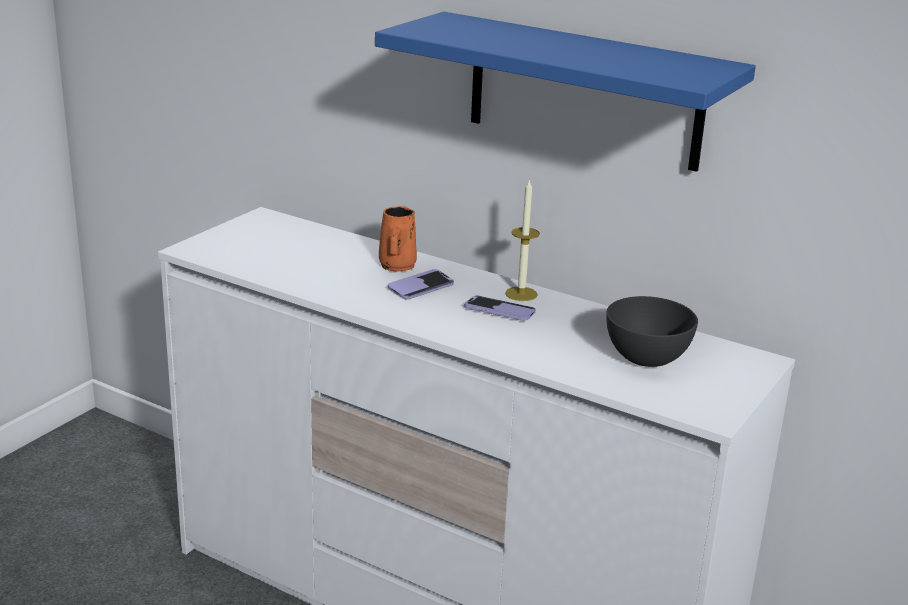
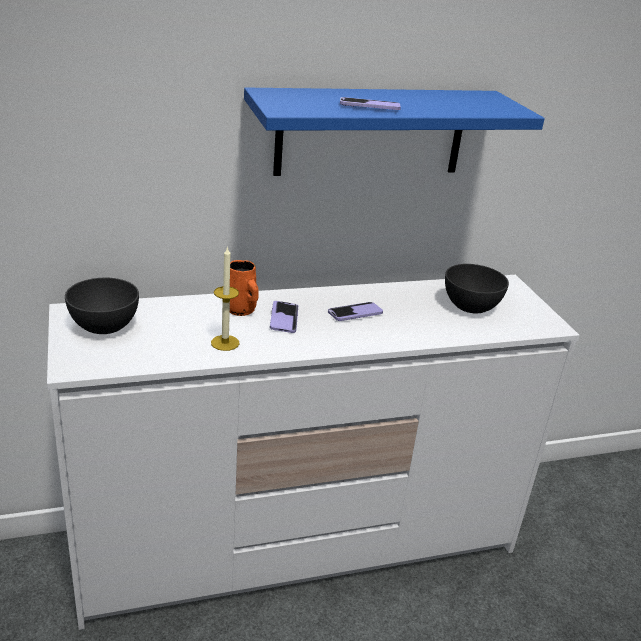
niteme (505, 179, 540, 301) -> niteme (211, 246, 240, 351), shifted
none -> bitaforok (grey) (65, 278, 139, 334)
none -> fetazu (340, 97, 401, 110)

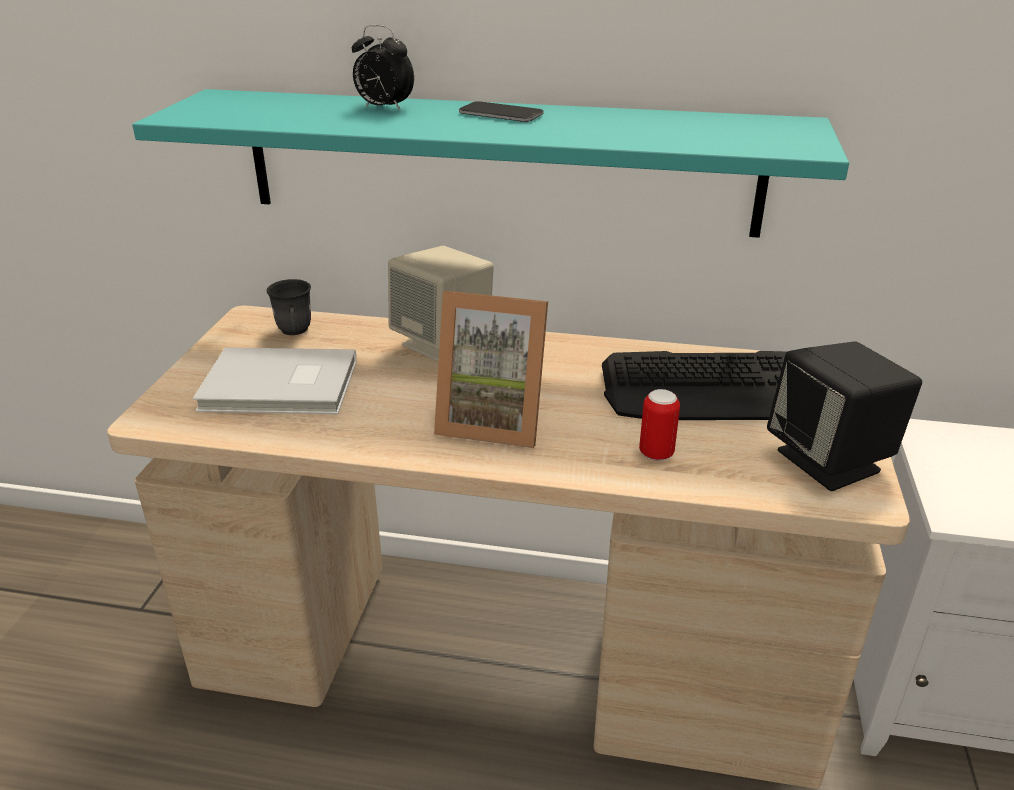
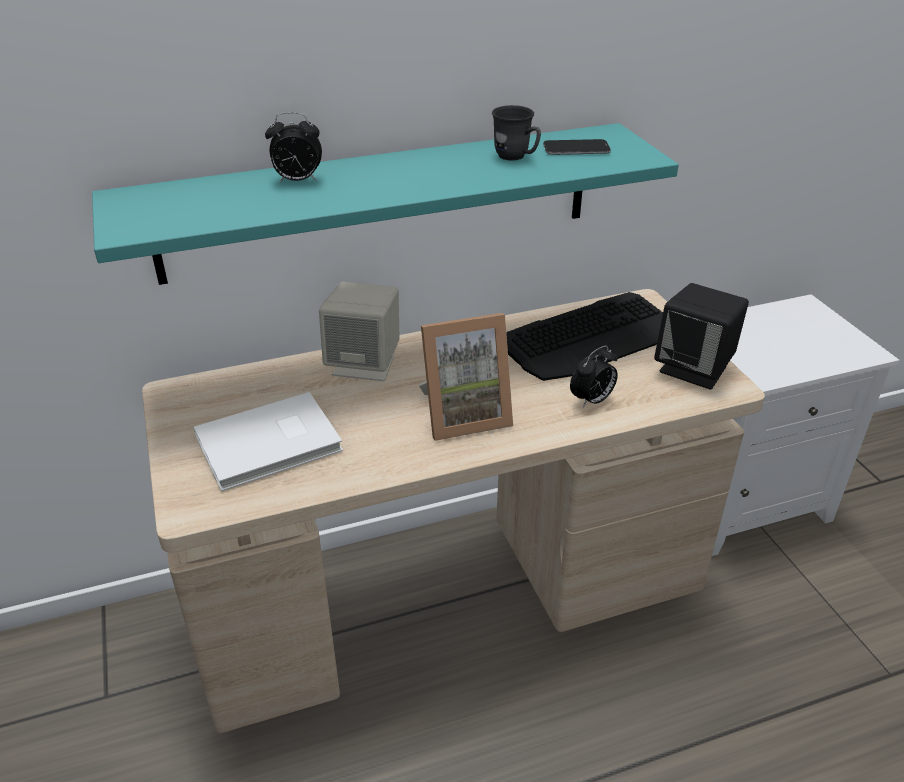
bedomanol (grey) (267, 279, 311, 335) -> bedomanol (grey) (492, 105, 541, 160), shifted
fetazu (459, 101, 544, 122) -> fetazu (543, 139, 611, 155), shifted
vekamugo (639, 389, 680, 461) -> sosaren (570, 346, 618, 407)

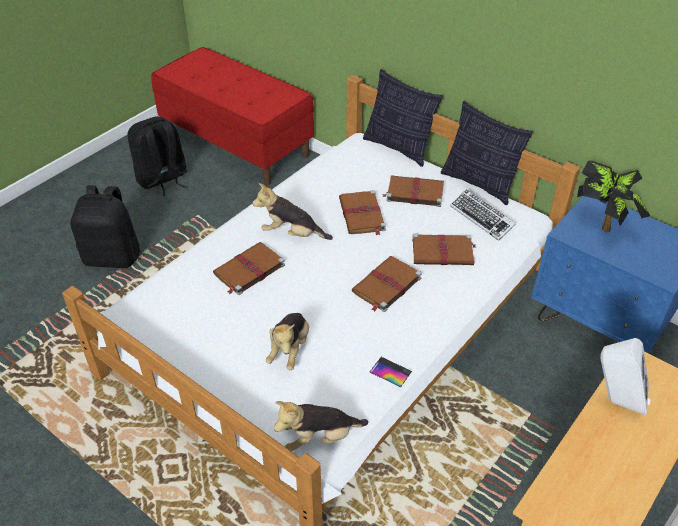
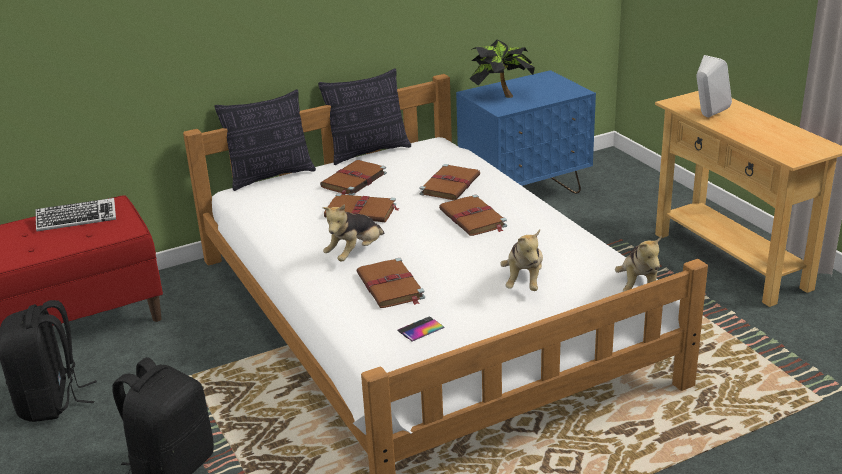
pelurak (266, 313, 309, 370) -> pelurak (500, 230, 543, 291), 60 degrees clockwise
fetazu (370, 357, 412, 387) -> fetazu (397, 316, 445, 341), shifted
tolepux (450, 189, 516, 241) -> tolepux (35, 198, 116, 231), shifted

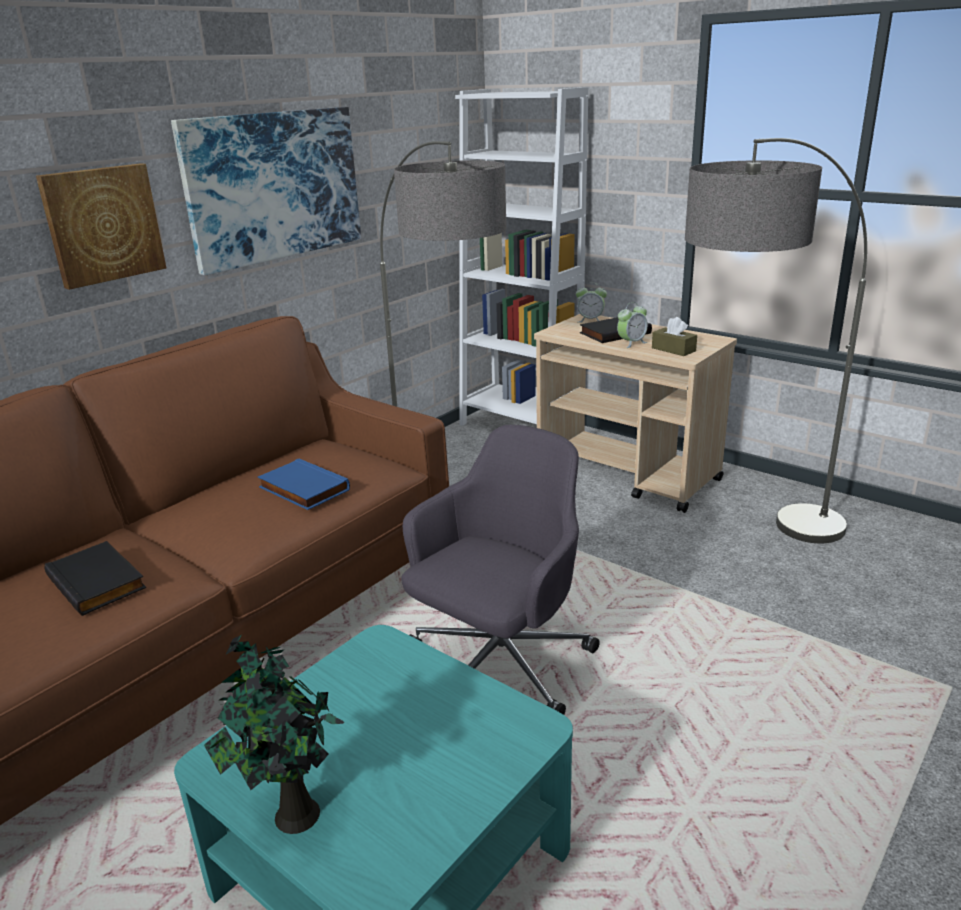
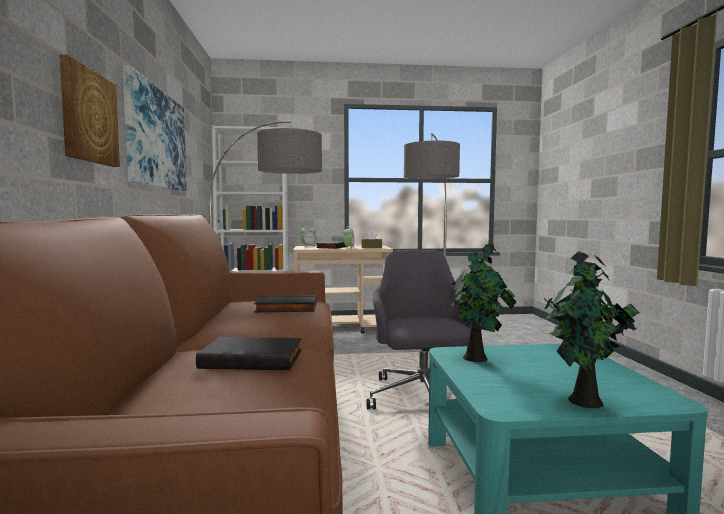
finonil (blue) (258, 458, 350, 510) -> finonil (black) (254, 295, 316, 312)
none -> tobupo (449, 244, 516, 362)

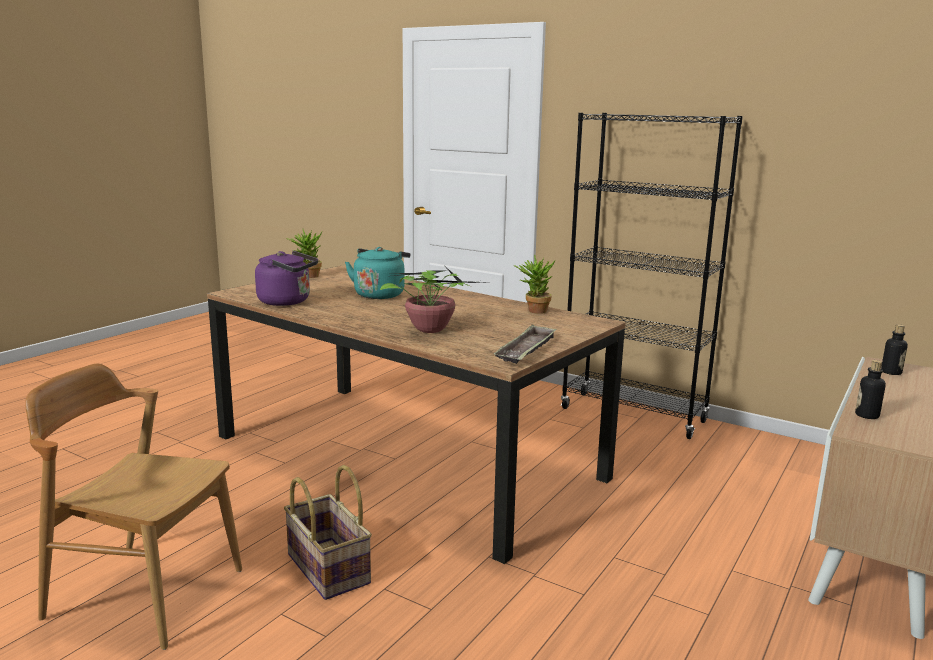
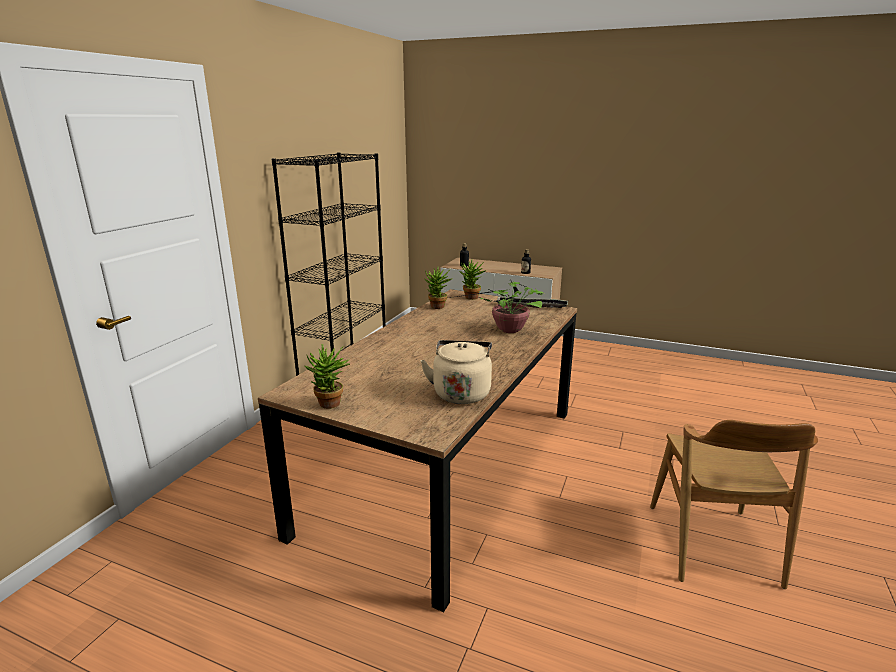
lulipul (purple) (255, 251, 318, 306) -> lulipul (beige) (420, 340, 492, 404)
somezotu (284, 465, 372, 600) -> none
lulipul (turquoise) (345, 247, 410, 299) -> none
none -> tobupo (460, 259, 486, 300)

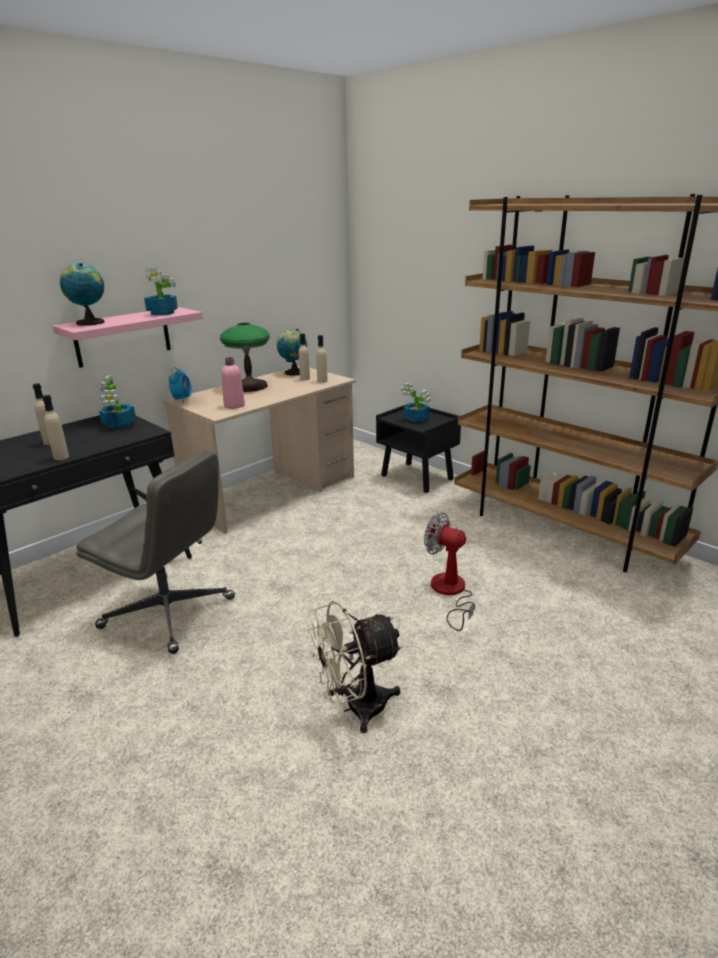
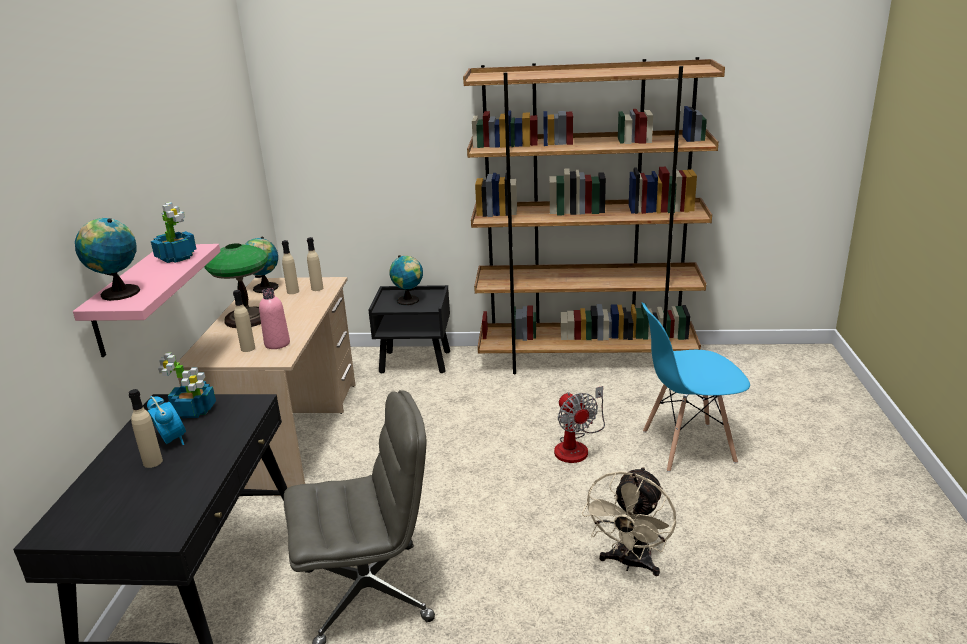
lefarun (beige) (42, 395, 69, 460) -> lefarun (beige) (233, 290, 255, 352), shifted
sosaren (169, 367, 192, 403) -> sosaren (147, 396, 186, 445), shifted
tobupo (401, 383, 431, 422) -> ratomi (389, 255, 423, 305)
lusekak (424, 512, 475, 631) -> lusekak (554, 386, 605, 463), 105 degrees counterclockwise
none -> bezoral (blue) (642, 302, 750, 472)

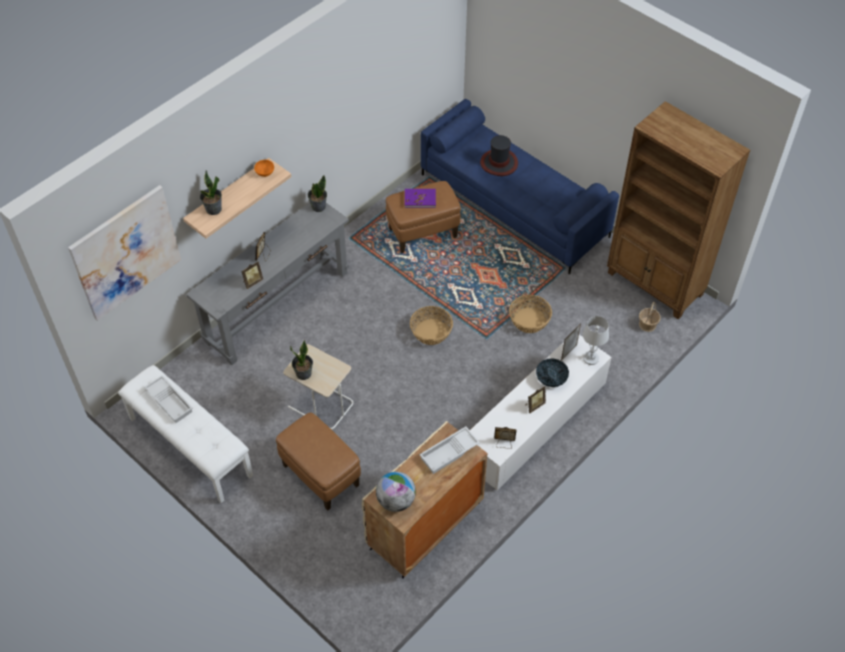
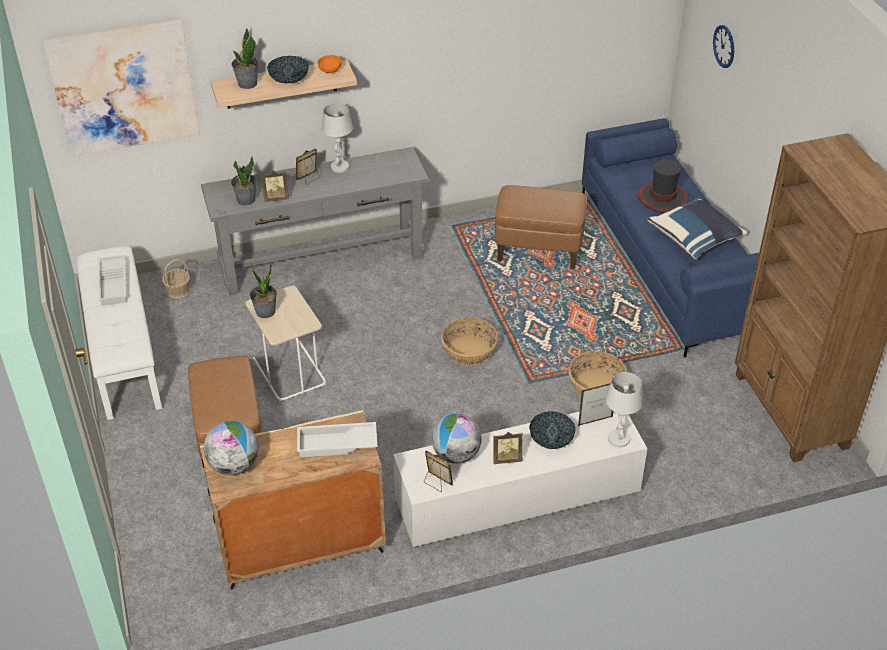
tobupo (308, 176, 327, 212) -> tobupo (231, 156, 257, 206), shifted
finonil (purple) (405, 189, 436, 208) -> none
somezotu (639, 302, 661, 332) -> somezotu (162, 259, 190, 299), shifted
none -> bitaforok (267, 56, 309, 84)
none -> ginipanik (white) (322, 103, 353, 173)
none -> ratomi (432, 414, 481, 464)
none -> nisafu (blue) (647, 197, 747, 259)
none -> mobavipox (713, 25, 734, 68)

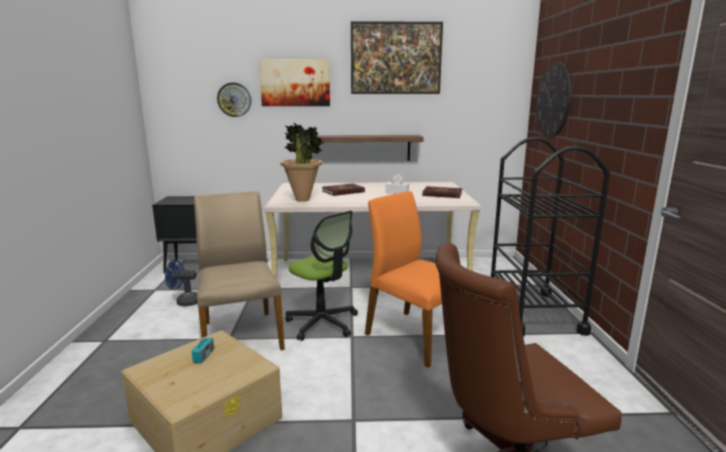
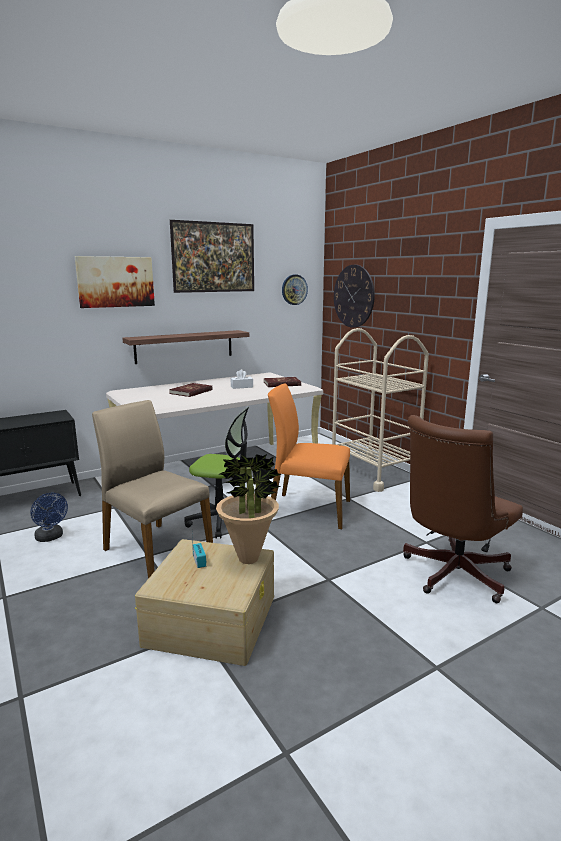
lusekak (blue) (165, 260, 197, 306) -> lusekak (blue) (31, 493, 68, 542), 105 degrees counterclockwise
mobavipox (217, 82, 251, 117) -> mobavipox (282, 275, 308, 305), shifted
tobupo (280, 122, 325, 202) -> tobupo (216, 454, 282, 564), shifted
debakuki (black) (491, 137, 610, 336) -> debakuki (beige) (332, 328, 429, 492)

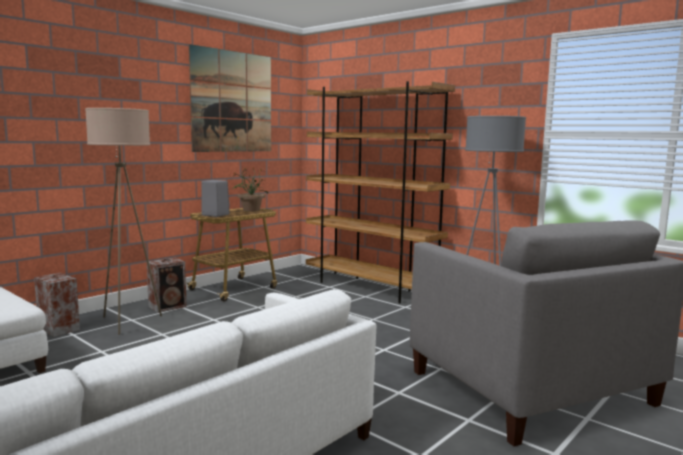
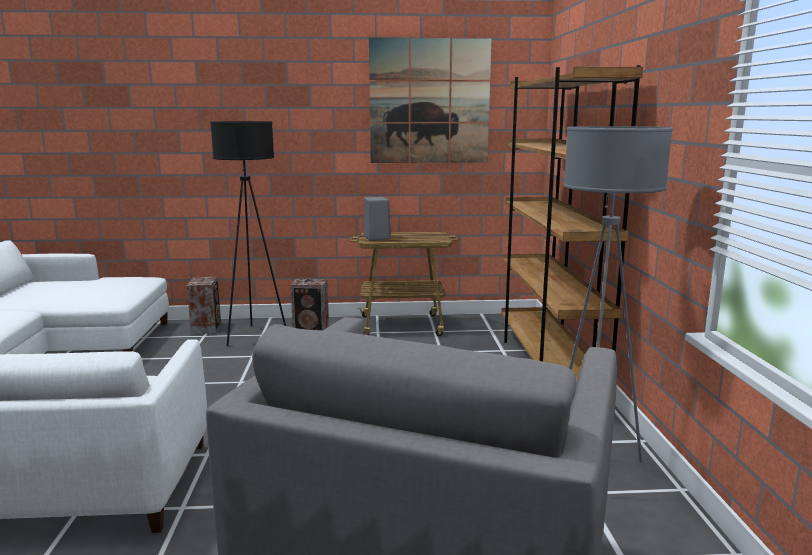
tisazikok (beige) (85, 108, 162, 335) -> tisazikok (black) (210, 121, 286, 346)
tobupo (233, 167, 268, 212) -> none

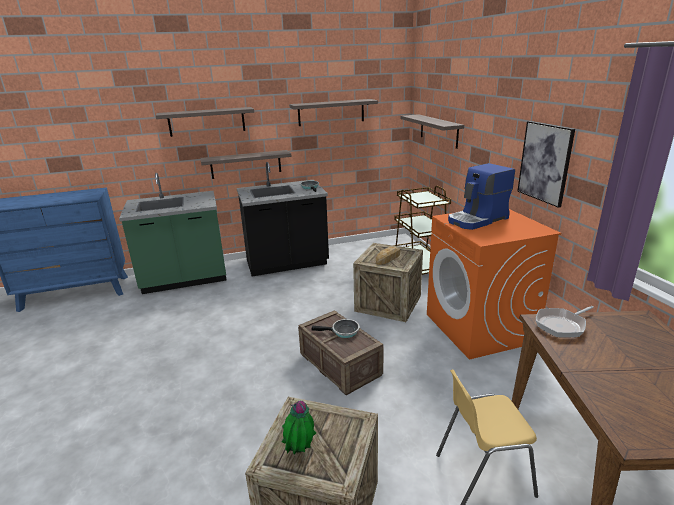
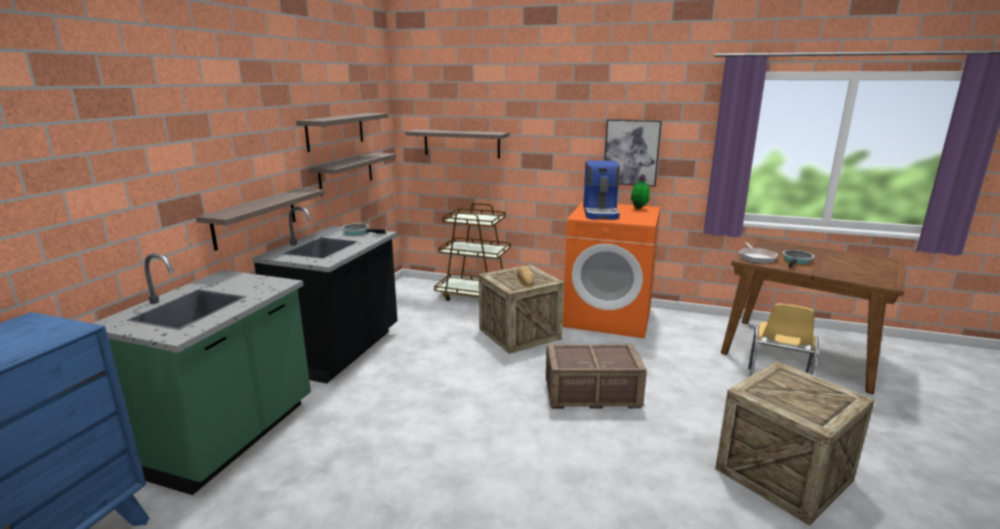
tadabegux (155, 107, 254, 137) -> tadabegux (310, 153, 396, 196), shifted
tobupo (282, 400, 316, 454) -> tobupo (631, 174, 650, 210), shifted
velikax (311, 319, 360, 338) -> velikax (783, 250, 814, 268), shifted

